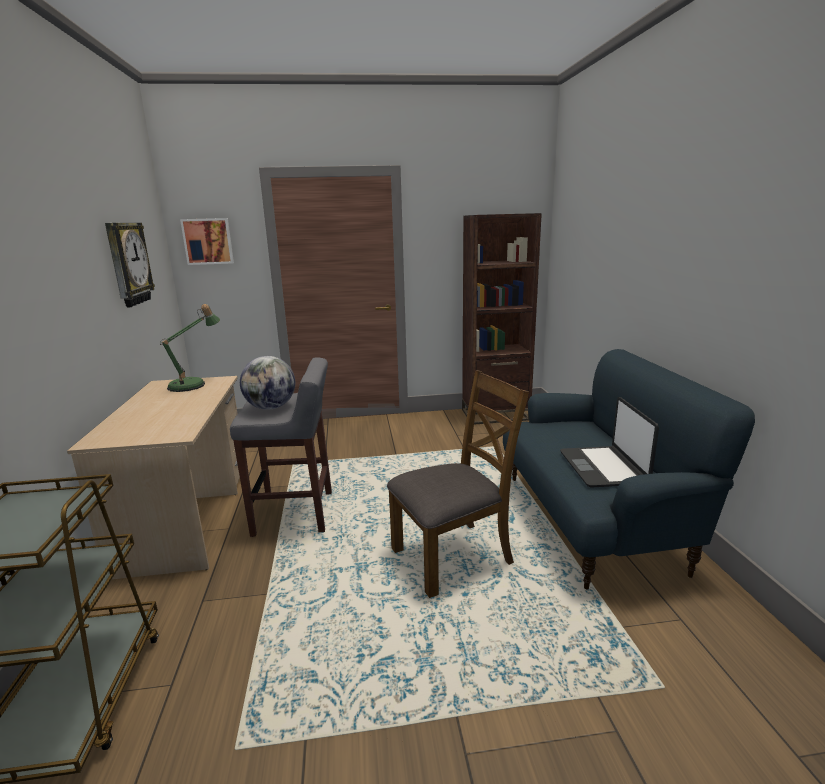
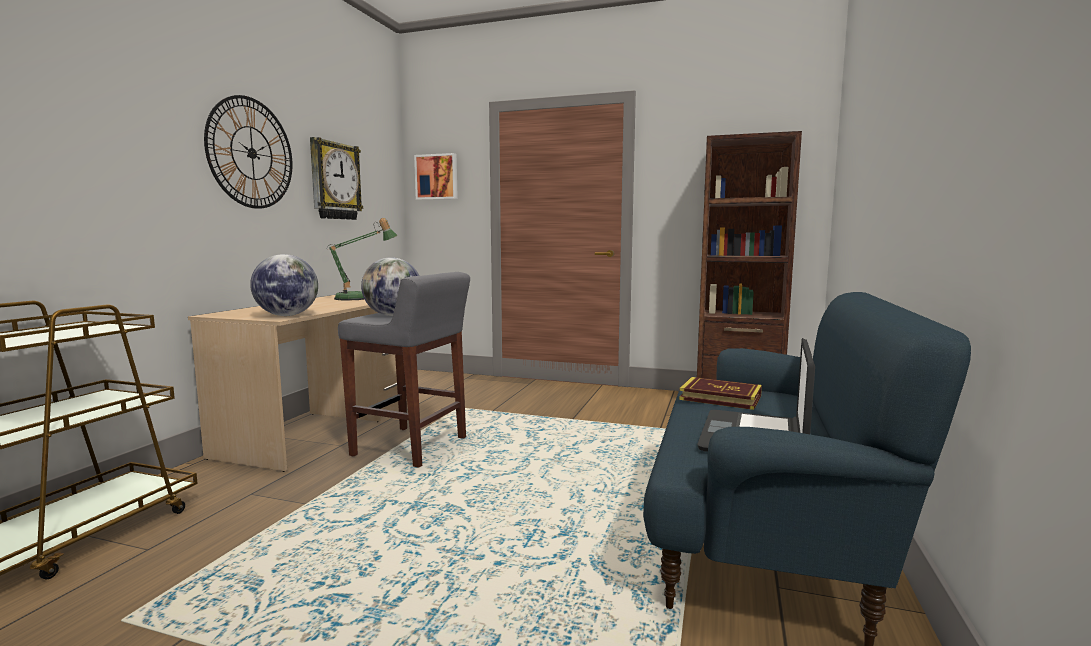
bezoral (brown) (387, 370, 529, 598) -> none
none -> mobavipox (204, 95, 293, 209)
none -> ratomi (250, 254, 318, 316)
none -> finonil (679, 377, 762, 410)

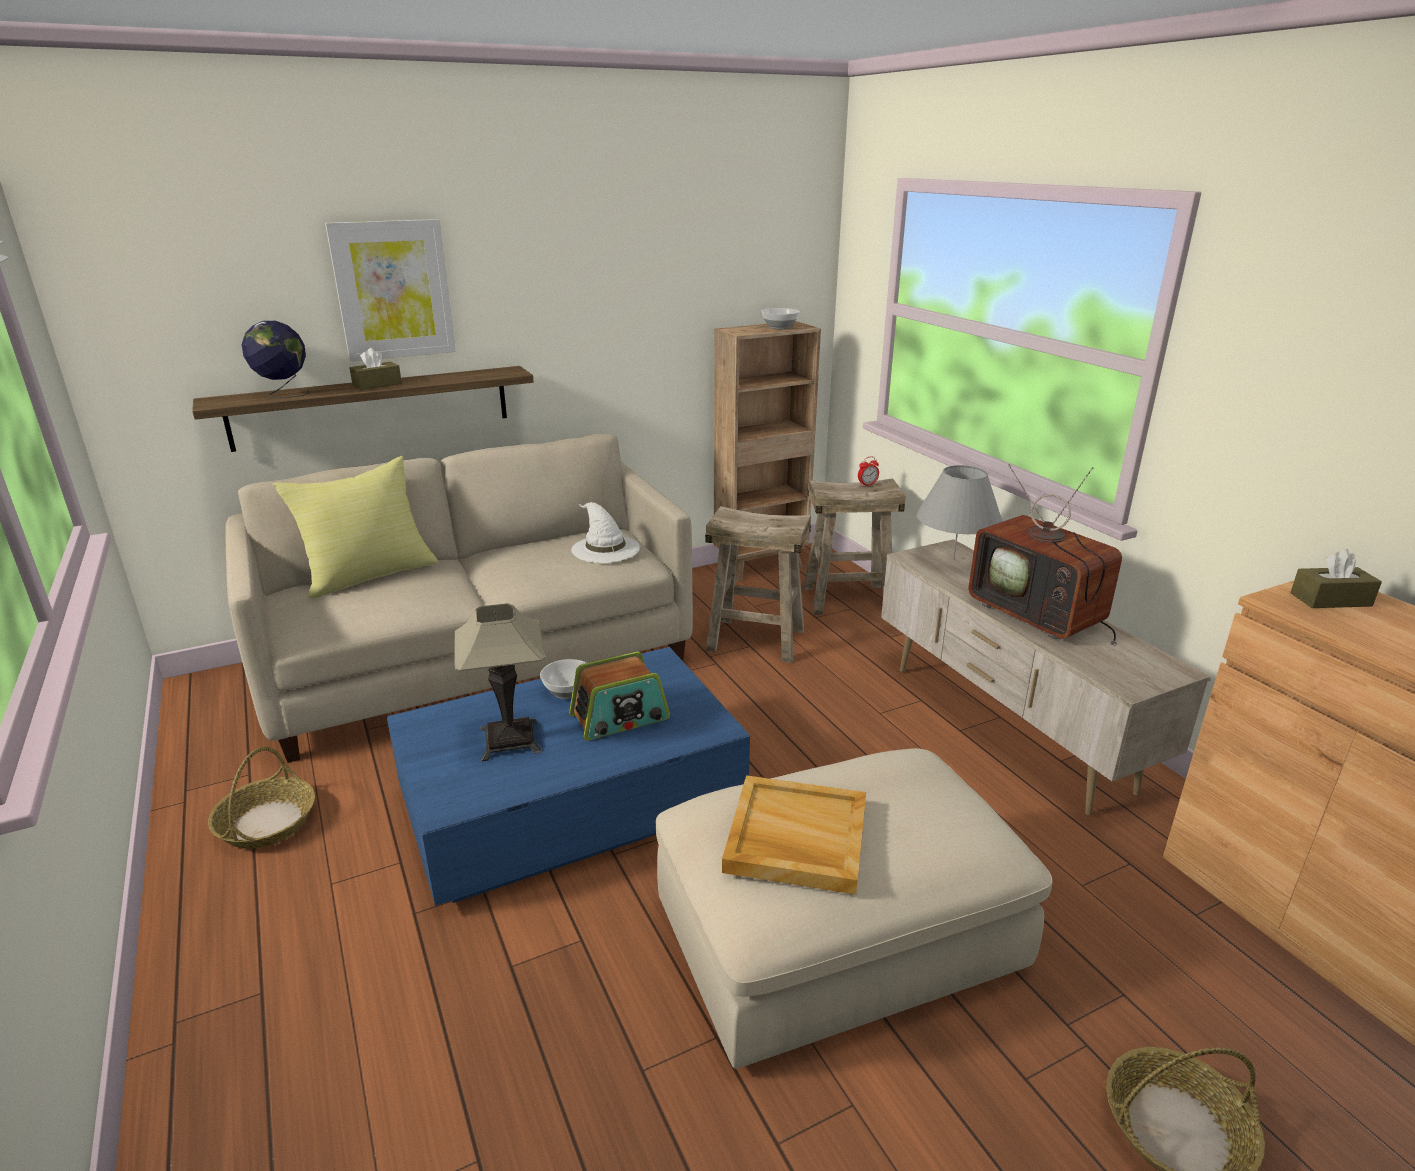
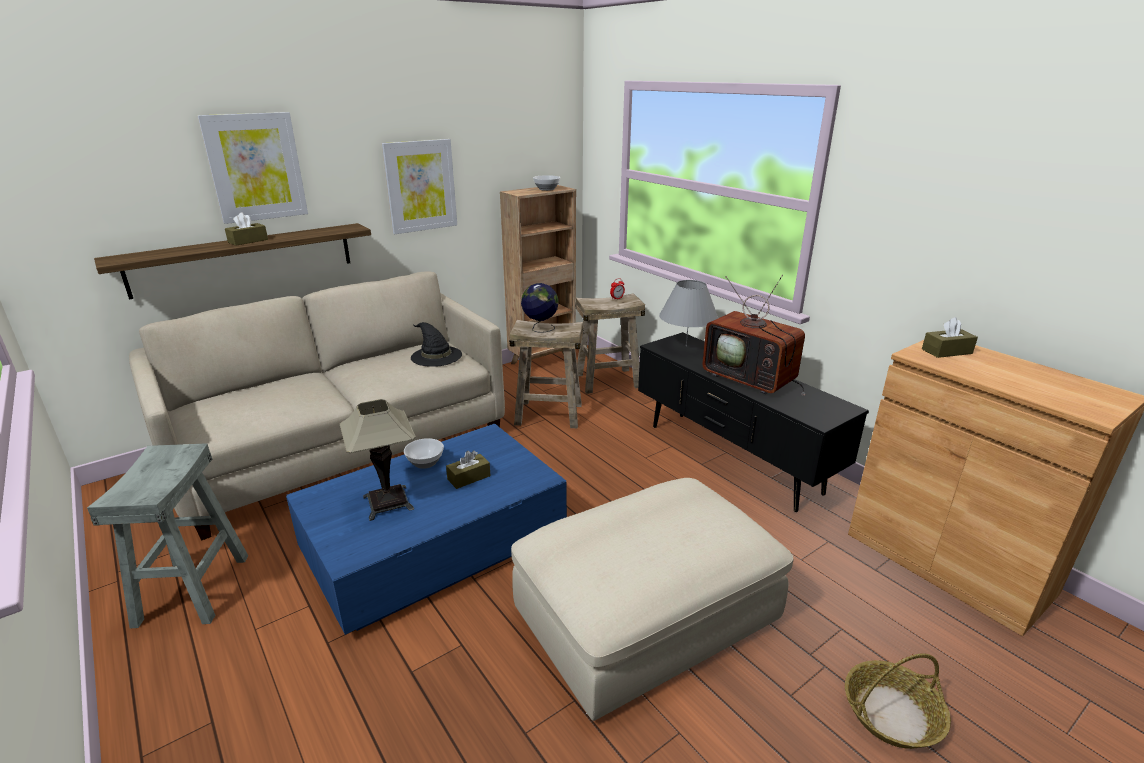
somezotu (208, 747, 315, 849) -> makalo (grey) (87, 443, 248, 629)
ratomi (242, 321, 309, 398) -> ratomi (521, 283, 559, 333), shifted
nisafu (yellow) (273, 456, 439, 598) -> none
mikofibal (569, 652, 670, 741) -> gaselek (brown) (446, 450, 491, 489)
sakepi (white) (571, 502, 640, 563) -> sakepi (black) (411, 322, 462, 367)
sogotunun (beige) (722, 775, 866, 895) -> none
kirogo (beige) (881, 539, 1211, 815) -> kirogo (black) (638, 332, 869, 512)
none -> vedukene (382, 139, 457, 234)

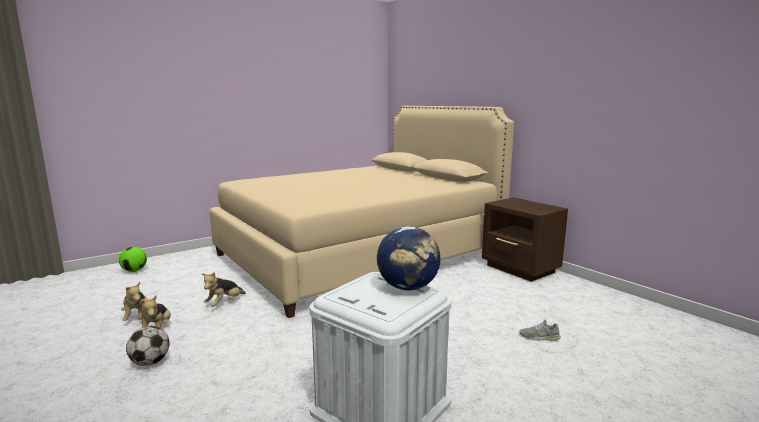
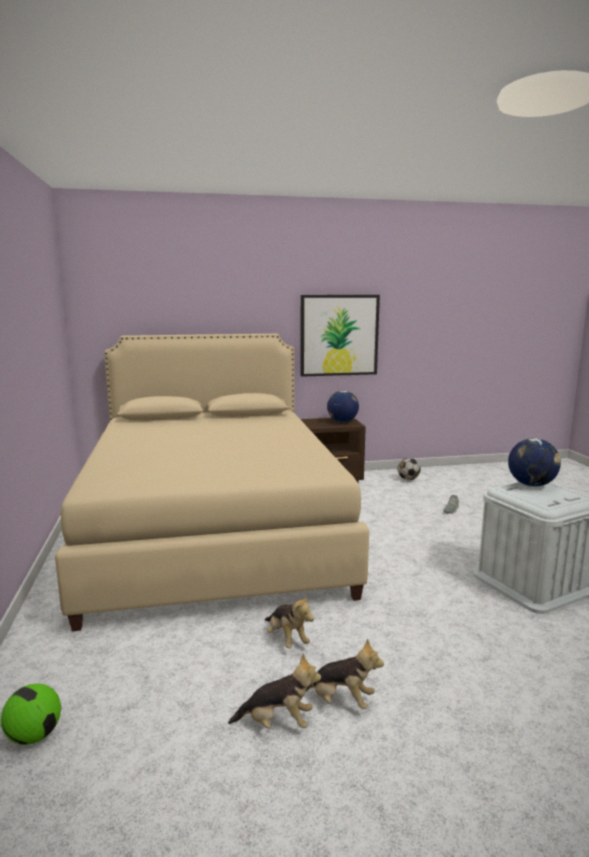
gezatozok (126, 326, 169, 366) -> gezatozok (397, 458, 421, 480), shifted
none -> vedukene (300, 295, 380, 377)
none -> ratomi (327, 391, 359, 422)

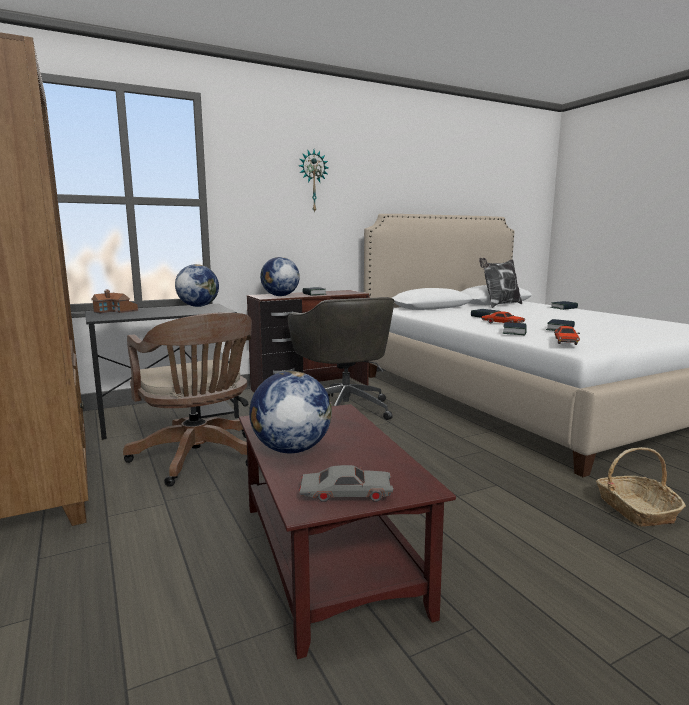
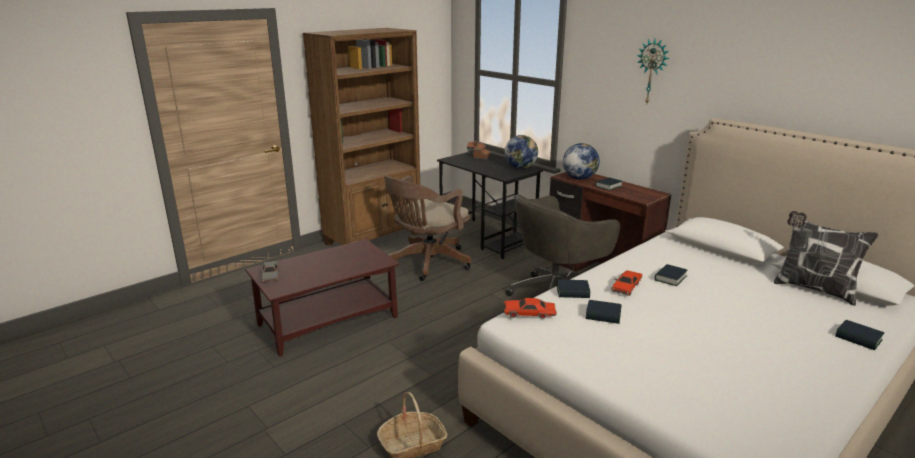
ratomi (249, 371, 332, 453) -> none

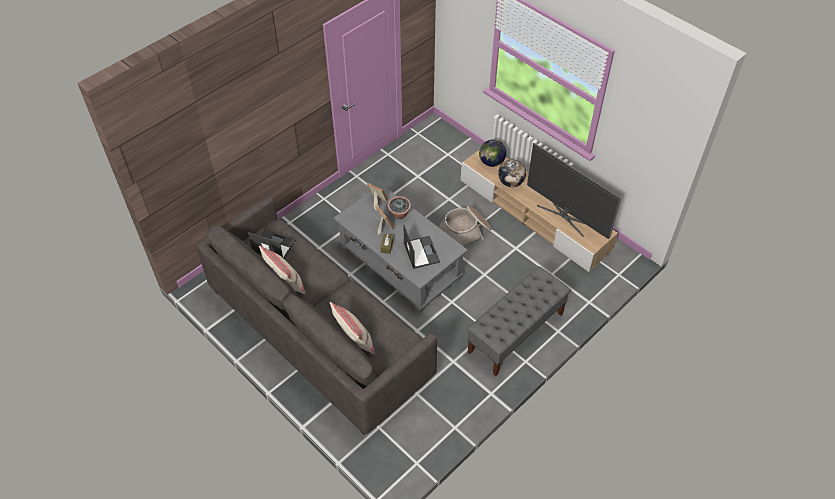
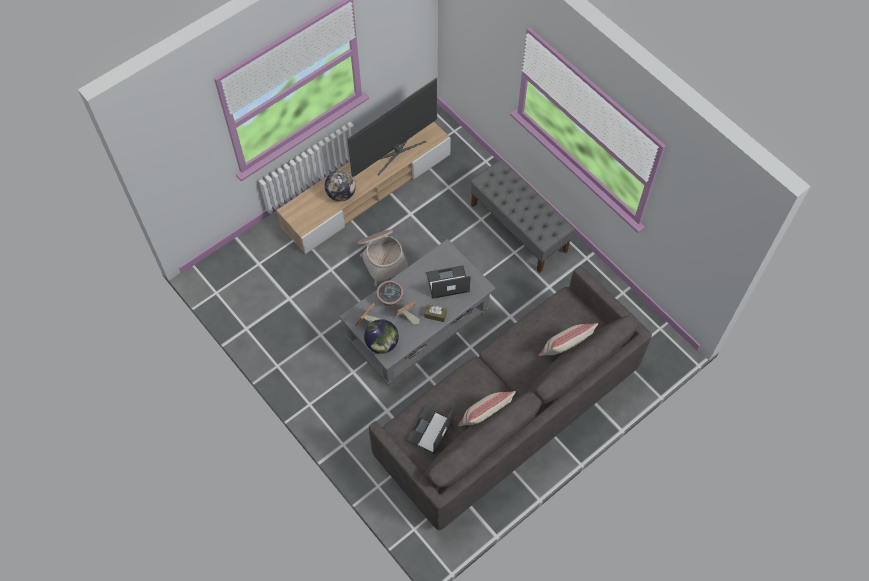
ratomi (479, 139, 506, 167) -> ratomi (364, 319, 399, 354), shifted

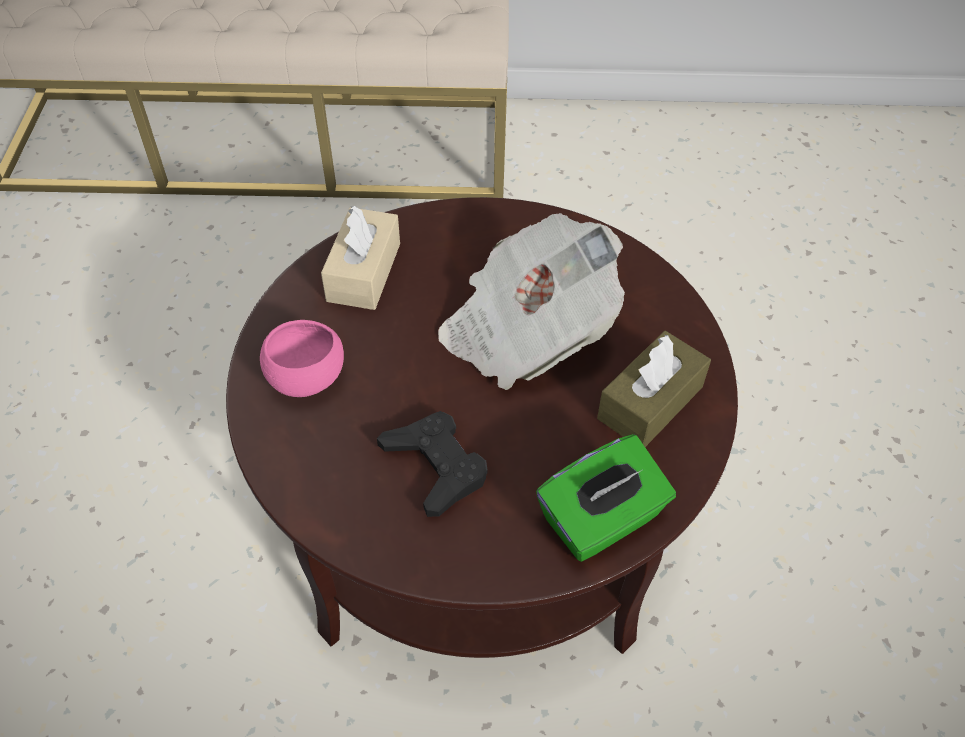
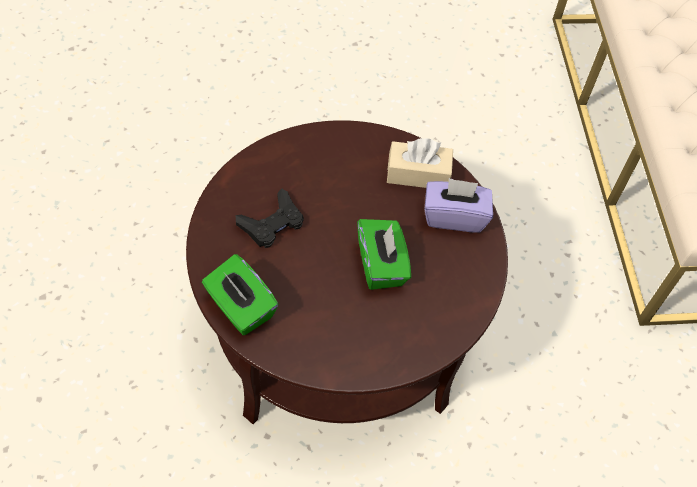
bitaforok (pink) (260, 320, 344, 397) -> none
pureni (438, 213, 625, 390) -> gaselek (green) (357, 219, 411, 290)
gaselek (brown) (597, 331, 711, 447) -> none
none -> gaselek (purple) (424, 178, 493, 233)

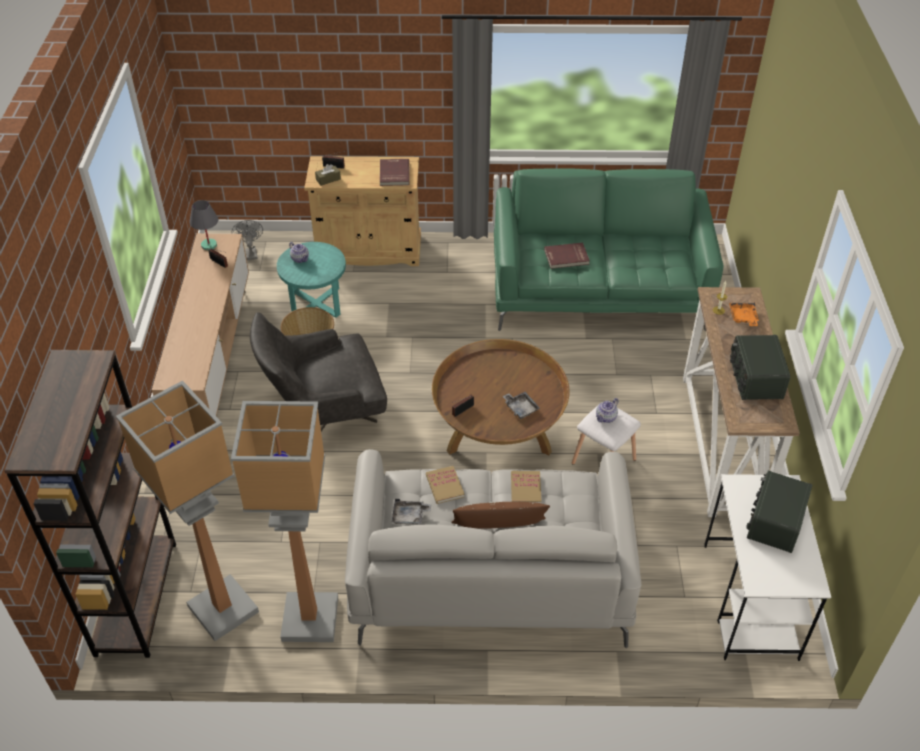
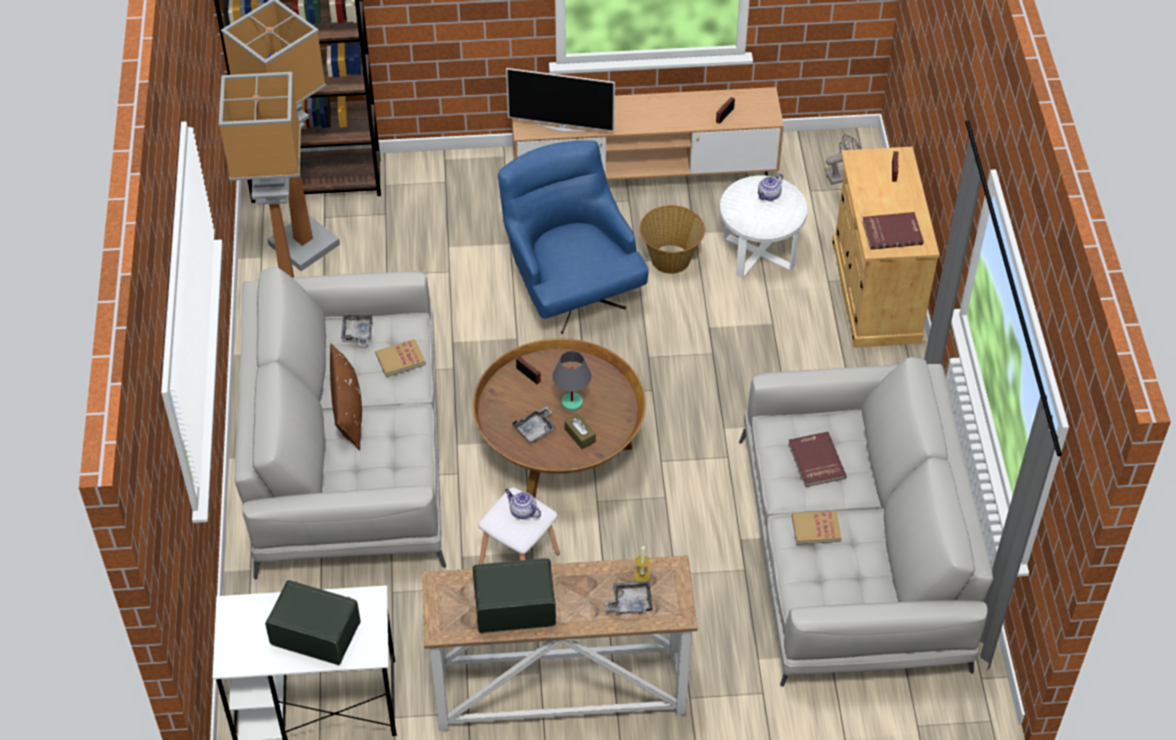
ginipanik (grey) (189, 200, 218, 250) -> ginipanik (grey) (552, 351, 591, 411), shifted
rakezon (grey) (250, 312, 387, 431) -> rakezon (blue) (498, 140, 648, 334)
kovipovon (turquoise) (277, 242, 346, 318) -> kovipovon (white) (720, 175, 807, 278)
gaselek (brown) (315, 164, 341, 186) -> gaselek (brown) (565, 414, 596, 449), shifted
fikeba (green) (494, 168, 724, 331) -> fikeba (grey) (739, 357, 993, 687)
finonil (511, 471, 541, 503) -> finonil (792, 511, 842, 545), shifted
sogotunun (orange) (729, 302, 759, 326) -> sogotunun (grey) (605, 581, 653, 614)
none -> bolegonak (506, 68, 615, 132)

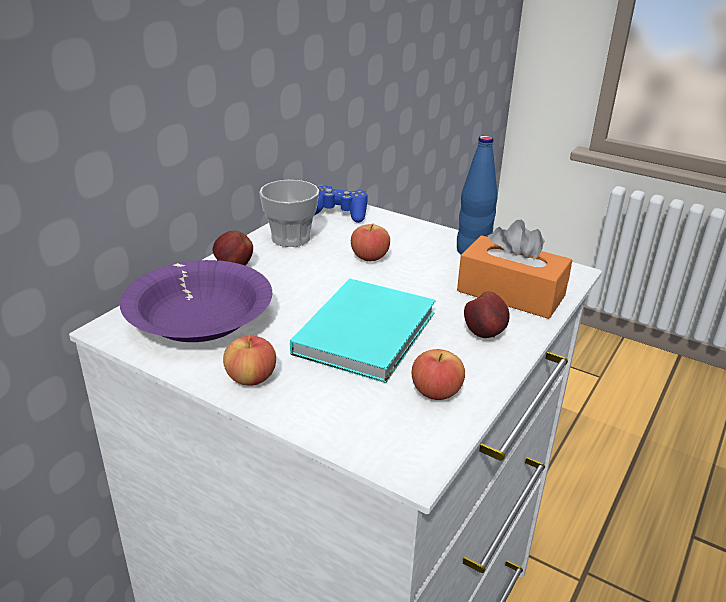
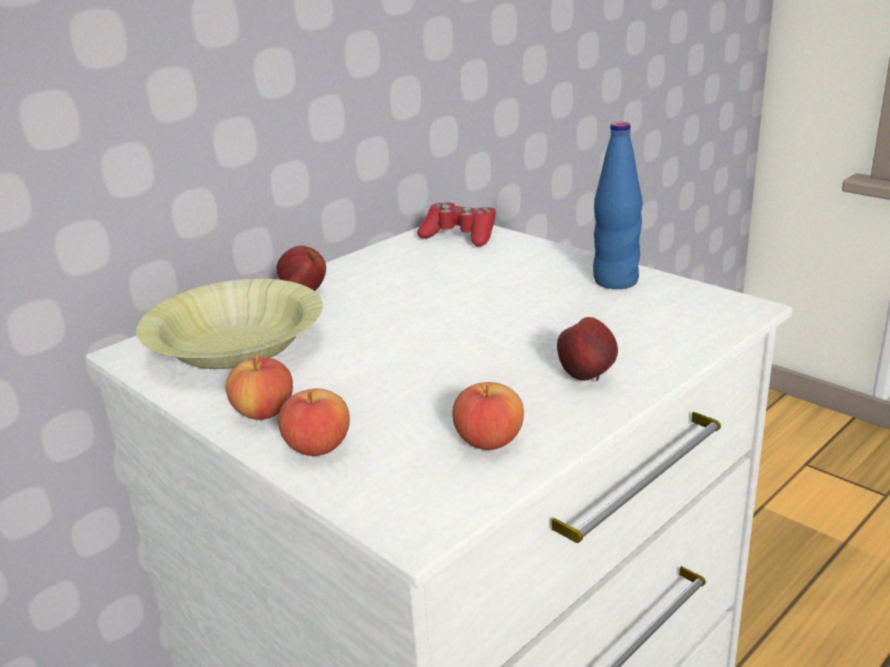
bitaforok (purple) (120, 260, 272, 342) -> bitaforok (yellow) (136, 279, 323, 369)
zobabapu (259, 180, 319, 247) -> none
finonil (turquoise) (290, 279, 436, 383) -> none
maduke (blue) (315, 185, 368, 223) -> maduke (red) (417, 202, 496, 247)
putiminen (351, 224, 390, 261) -> putiminen (278, 389, 350, 456), shifted
gaselek (orange) (457, 220, 572, 319) -> none

